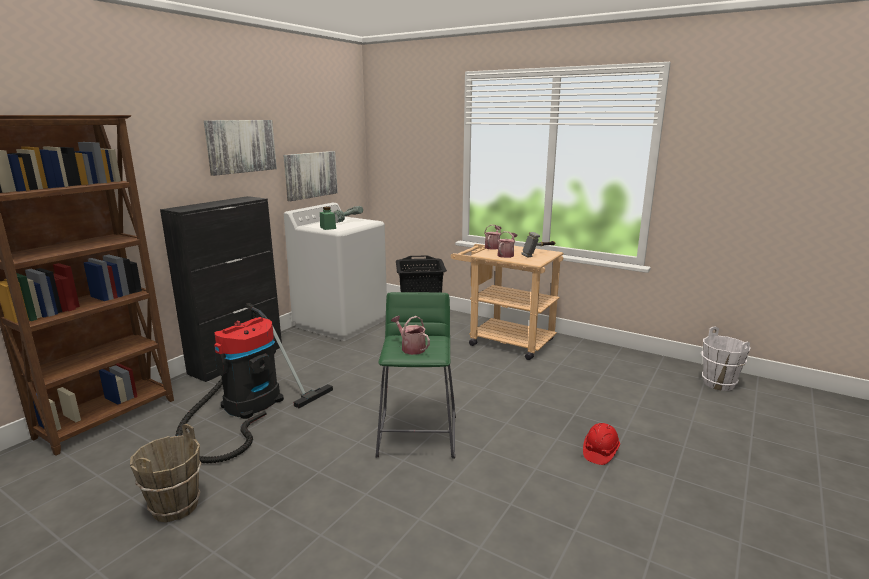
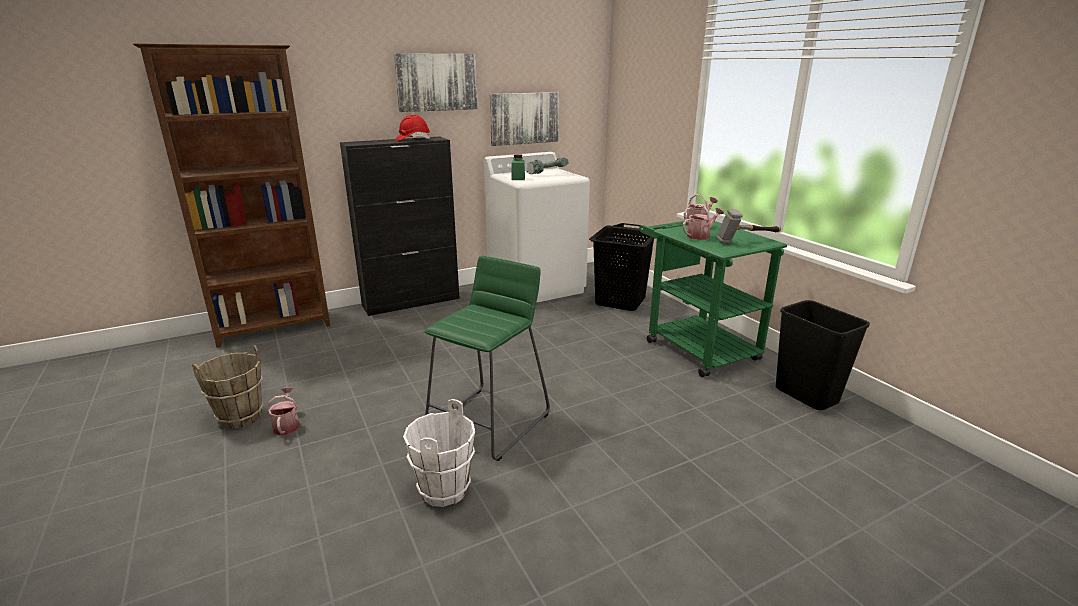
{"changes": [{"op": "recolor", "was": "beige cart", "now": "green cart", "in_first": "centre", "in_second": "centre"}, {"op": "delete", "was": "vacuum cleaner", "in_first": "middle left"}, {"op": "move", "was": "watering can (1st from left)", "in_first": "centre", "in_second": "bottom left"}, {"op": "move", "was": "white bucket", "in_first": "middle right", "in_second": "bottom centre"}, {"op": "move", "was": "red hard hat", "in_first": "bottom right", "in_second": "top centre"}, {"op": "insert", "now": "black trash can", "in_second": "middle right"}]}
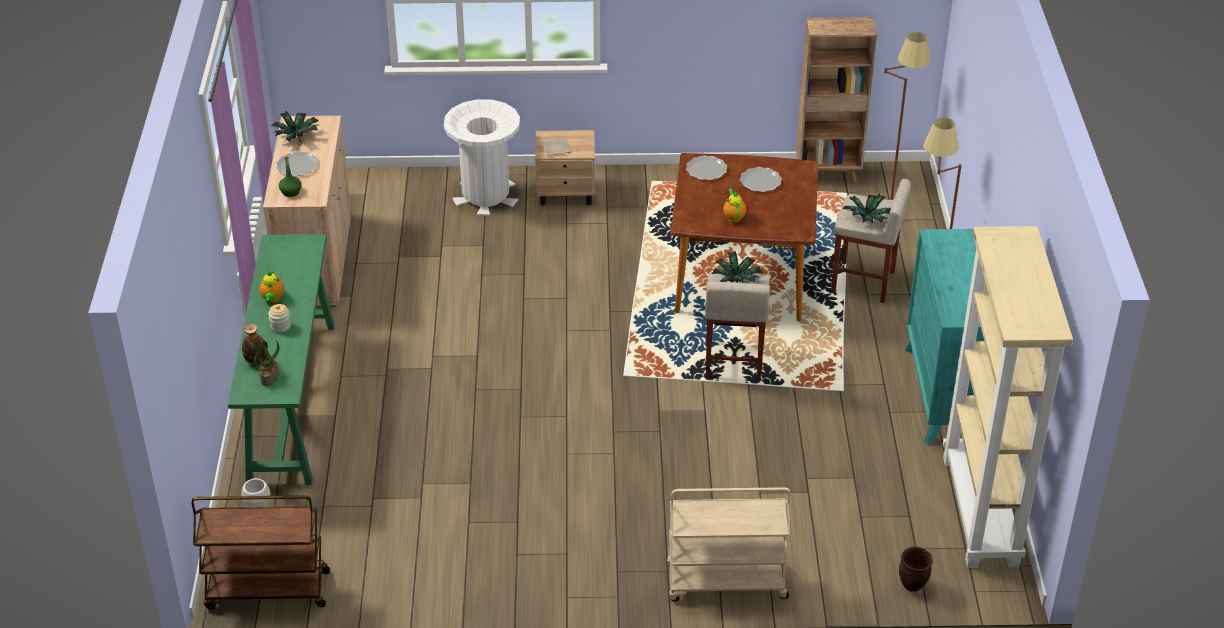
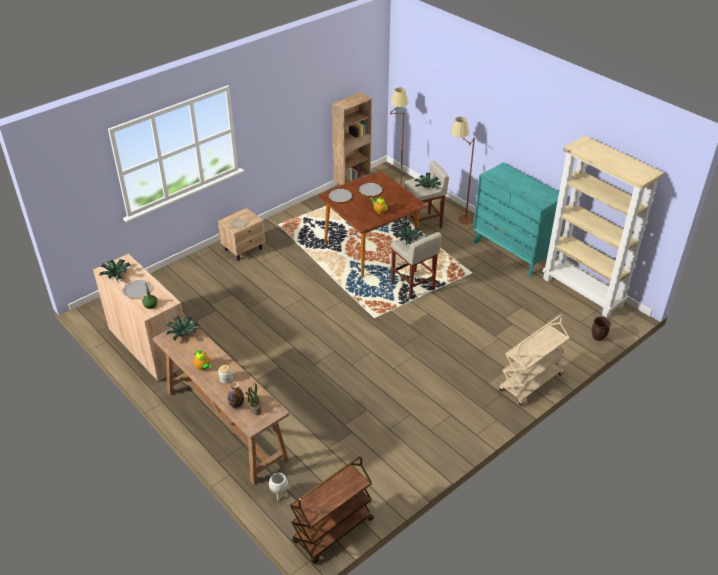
{"changes": [{"op": "delete", "was": "white trash can", "in_first": "top centre"}, {"op": "recolor", "was": "green console table", "now": "brown console table", "in_first": "middle left", "in_second": "bottom left"}, {"op": "insert", "now": "potted plant (2nd from left)", "in_second": "middle left"}]}
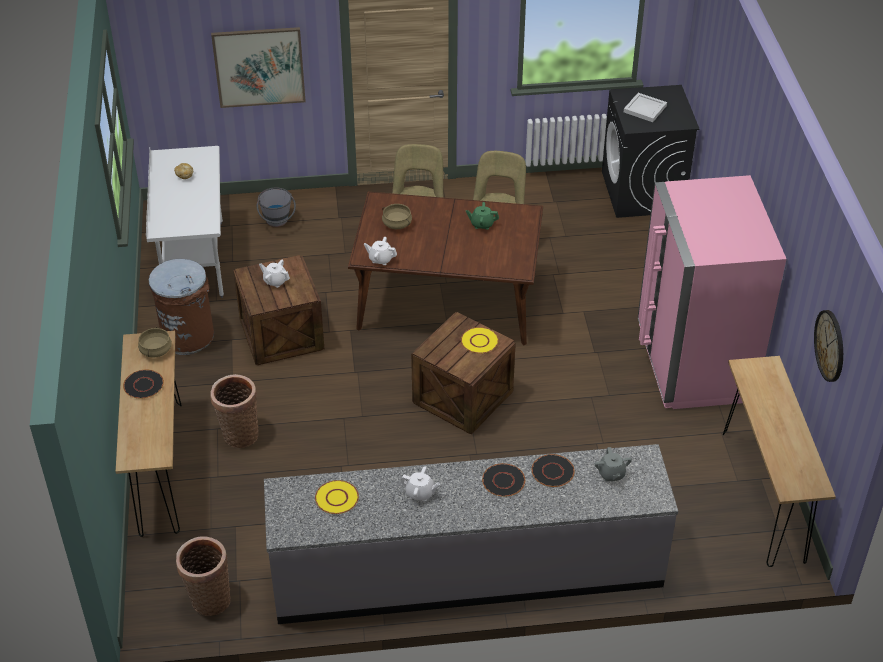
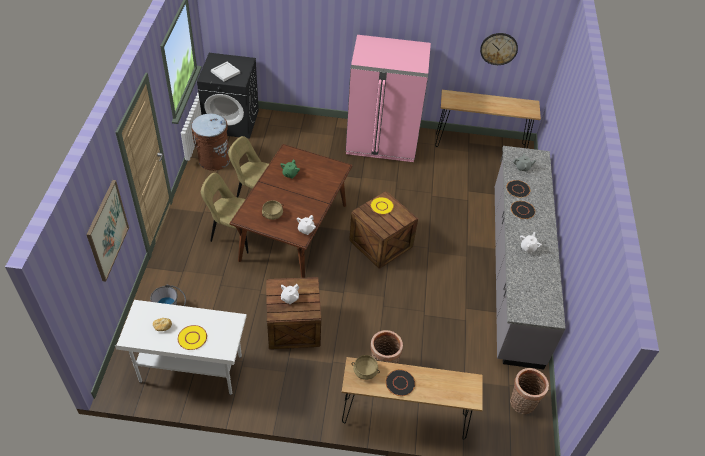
{"changes": [{"op": "move", "was": "brown trash can", "in_first": "middle left", "in_second": "top left"}, {"op": "move", "was": "yellow plate (1st from left)", "in_first": "bottom centre", "in_second": "bottom left"}]}
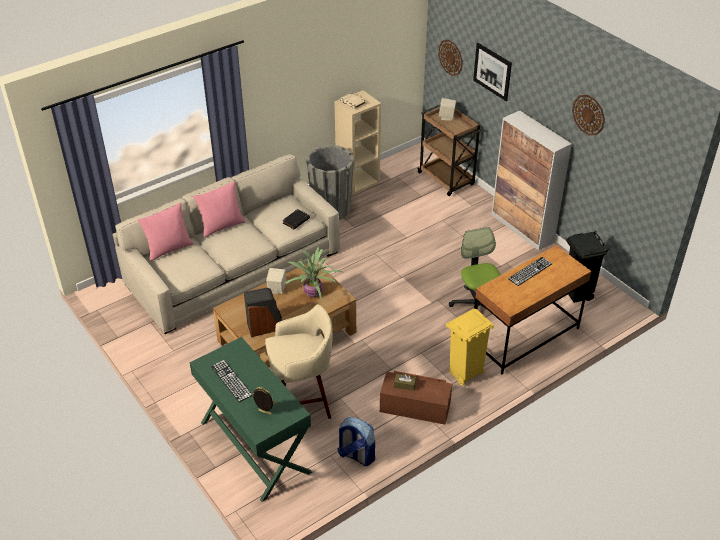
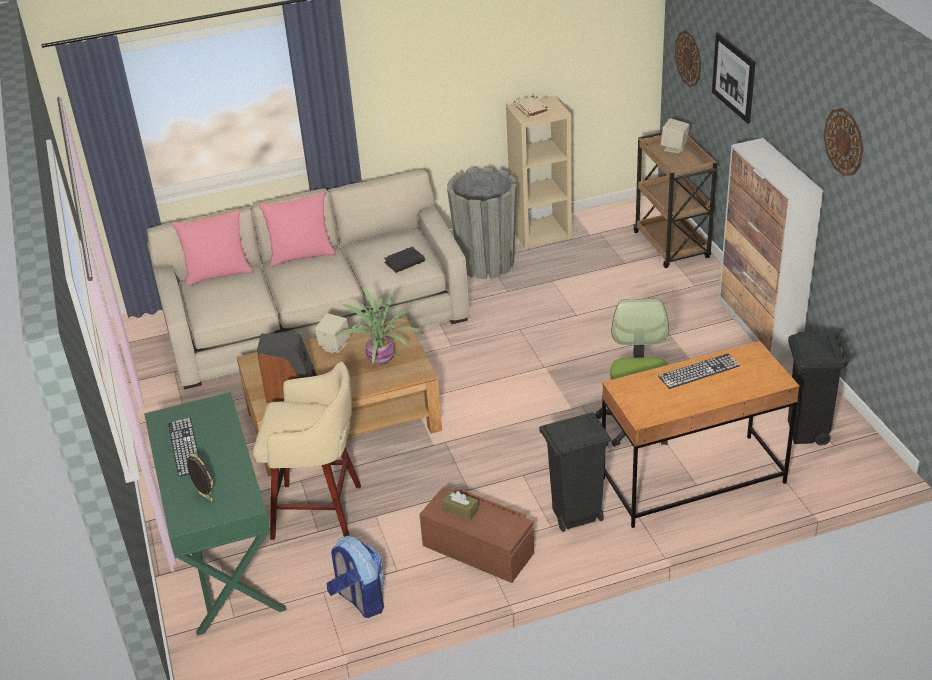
{"changes": [{"op": "recolor", "was": "yellow trash can", "now": "black trash can (1st from left)", "in_first": "centre", "in_second": "bottom centre"}]}
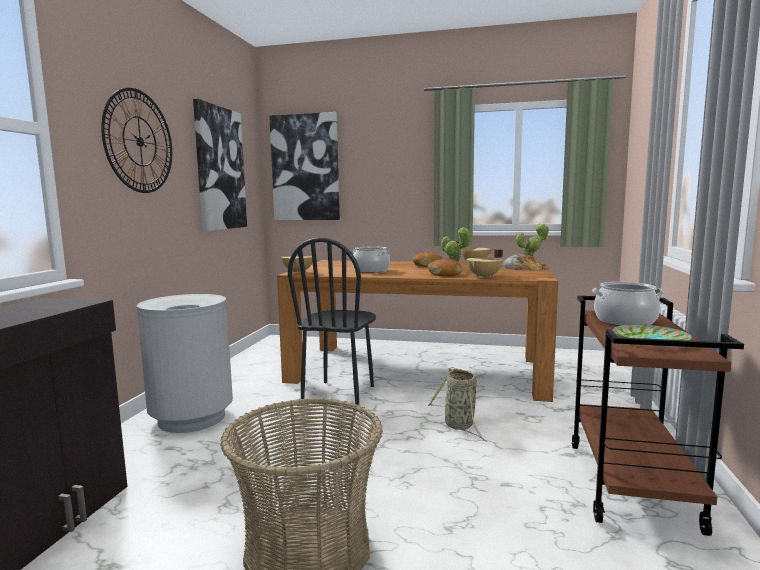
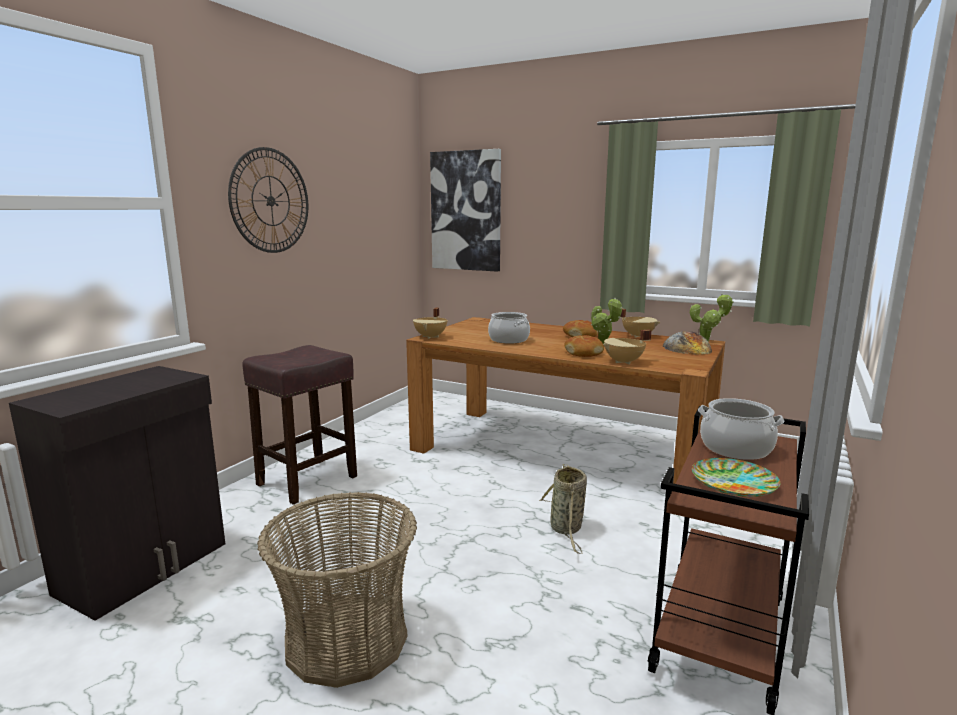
{"changes": [{"op": "delete", "was": "picture (1st from left)", "in_first": "top left"}, {"op": "delete", "was": "black chair", "in_first": "centre"}, {"op": "replace", "was": "grey trash can", "now": "brown stool", "in_first": "middle left", "in_second": "middle left"}]}
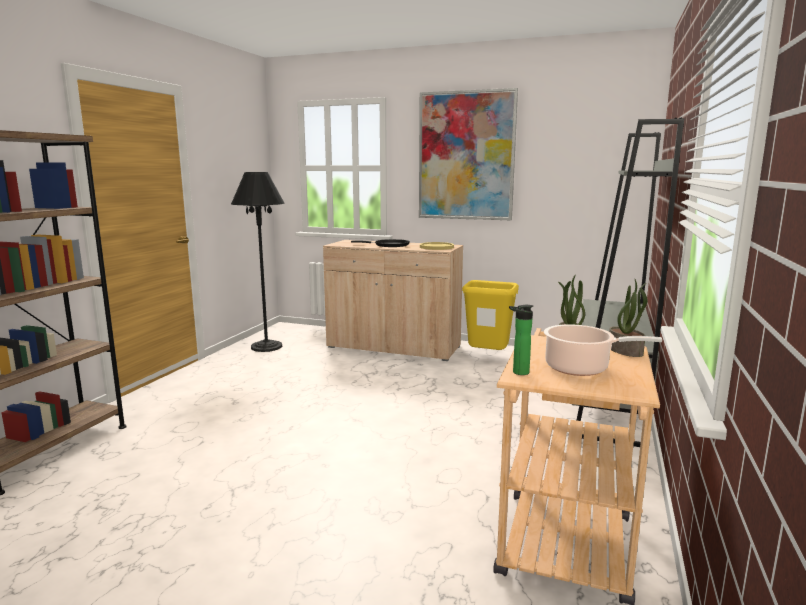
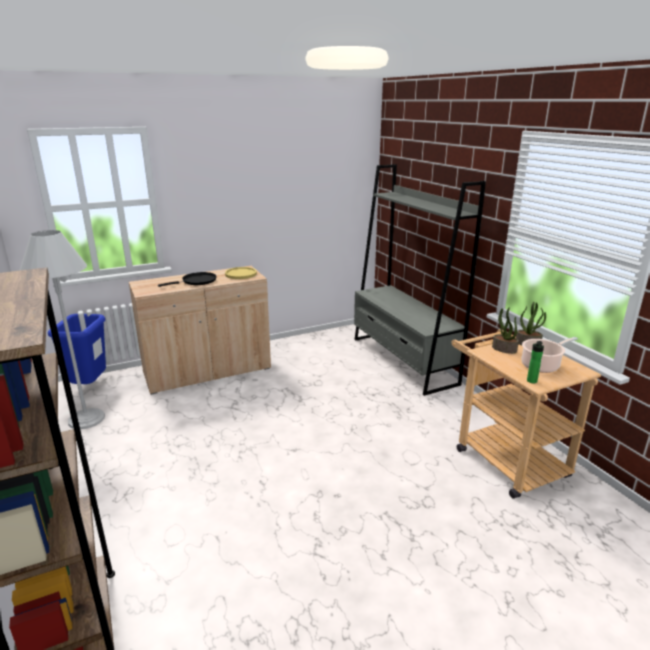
{"changes": [{"op": "delete", "was": "picture", "in_first": "top centre"}, {"op": "recolor", "was": "black floor lamp", "now": "white floor lamp", "in_first": "middle left", "in_second": "middle left"}, {"op": "delete", "was": "yellow trash can", "in_first": "centre"}, {"op": "insert", "now": "blue trash can", "in_second": "middle left"}]}
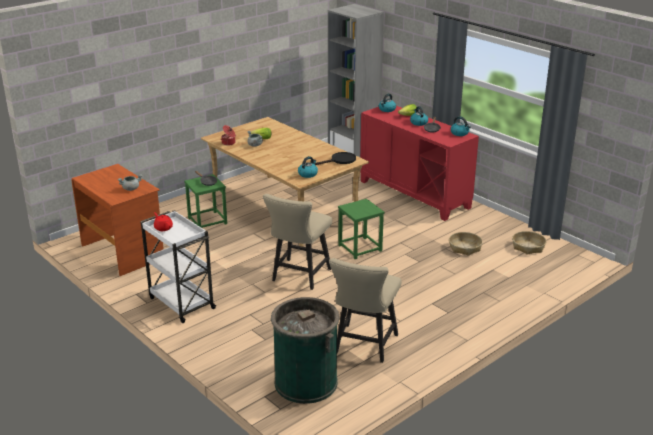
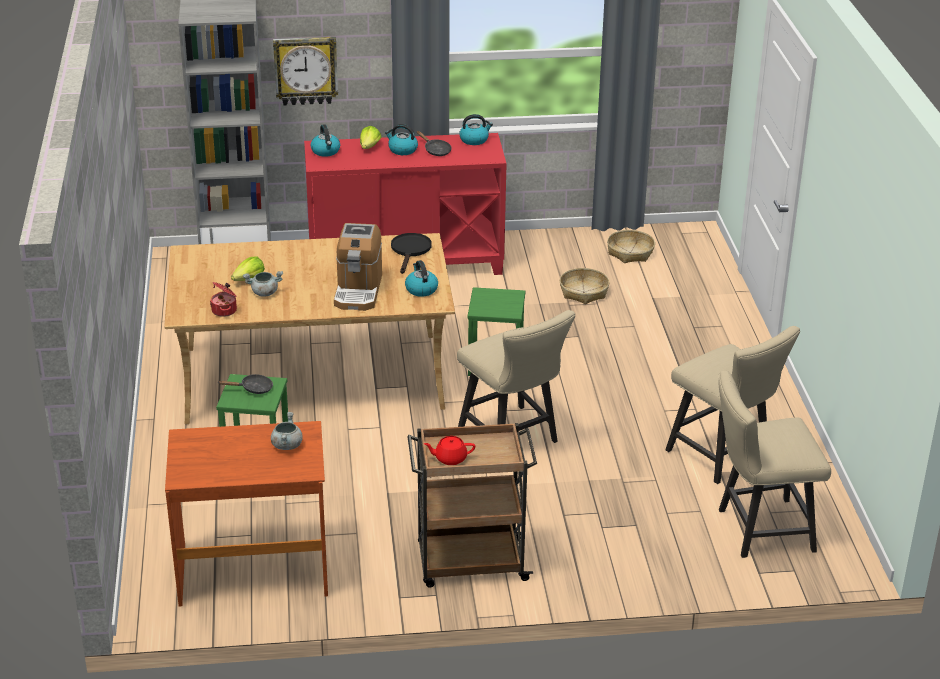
{"changes": [{"op": "recolor", "was": "white cart", "now": "brown cart", "in_first": "middle left", "in_second": "bottom centre"}, {"op": "replace", "was": "green trash can", "now": "beige chair (3rd from left)", "in_first": "bottom centre", "in_second": "bottom right"}, {"op": "insert", "now": "wall clock", "in_second": "top left"}, {"op": "insert", "now": "coffee machine", "in_second": "centre"}]}
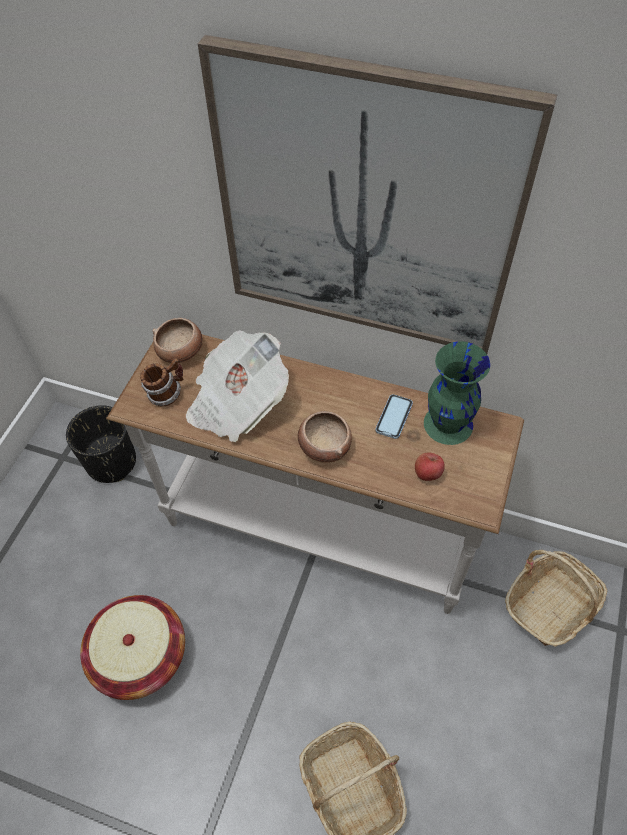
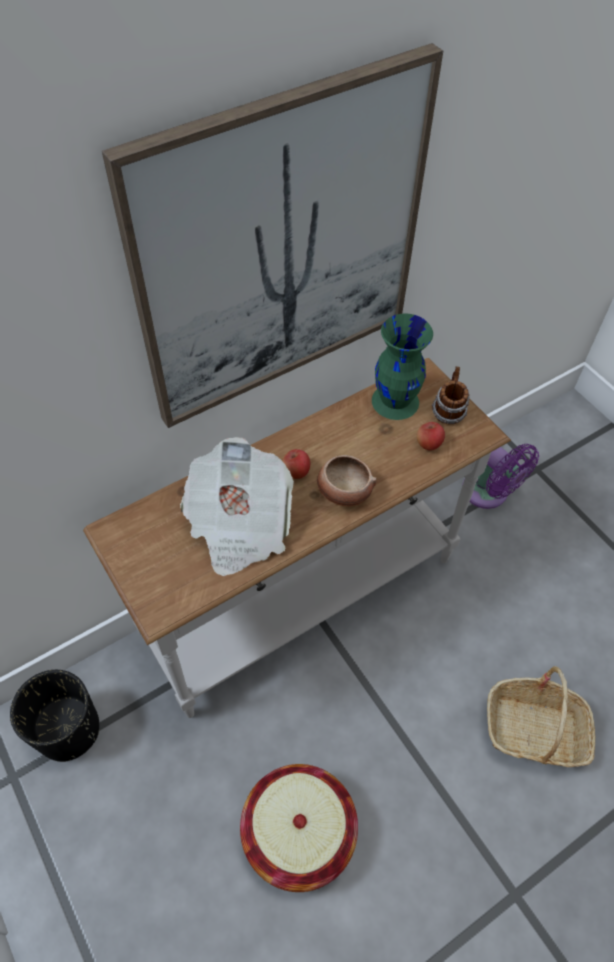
{"changes": [{"op": "delete", "was": "bowl (1st from left)", "in_first": "middle left"}, {"op": "move", "was": "mug", "in_first": "middle left", "in_second": "middle right"}, {"op": "delete", "was": "phone", "in_first": "centre"}, {"op": "replace", "was": "basket (3rd from left)", "now": "purple fan", "in_first": "bottom right", "in_second": "middle right"}, {"op": "insert", "now": "apple (1st from left)", "in_second": "centre"}]}
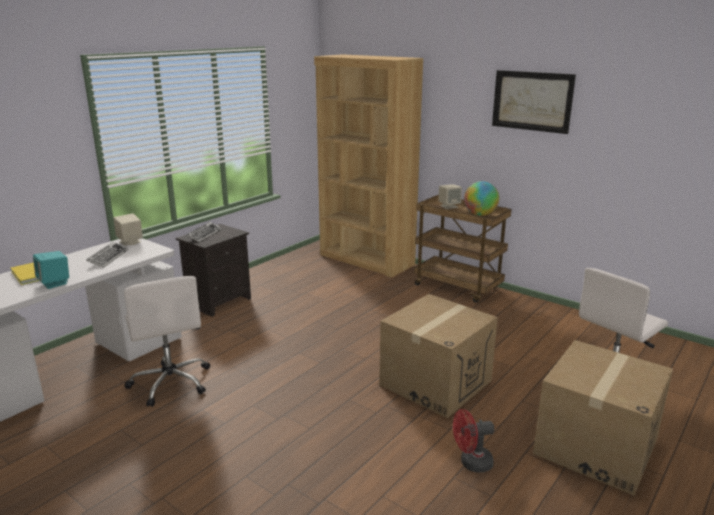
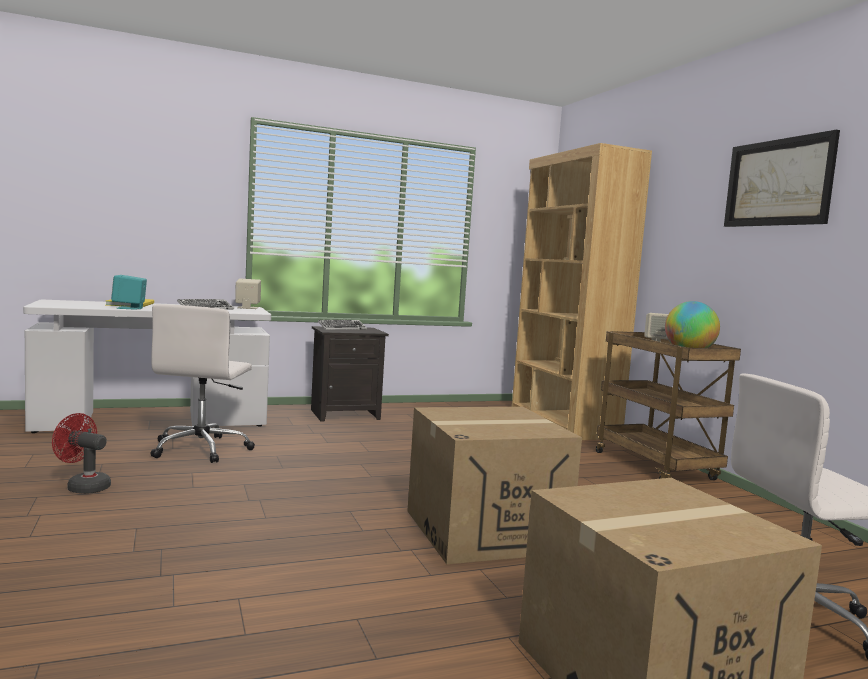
{"changes": [{"op": "move", "was": "red fan", "in_first": "bottom centre", "in_second": "bottom left"}]}
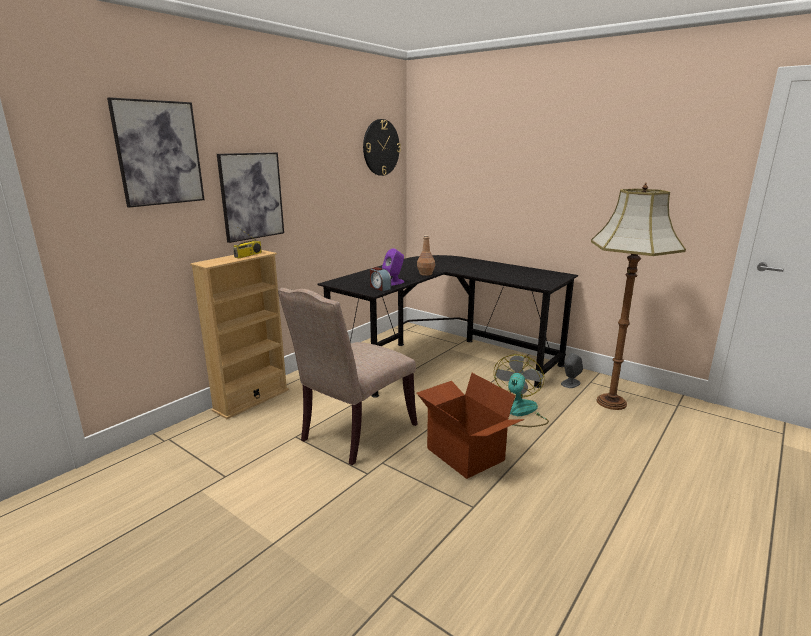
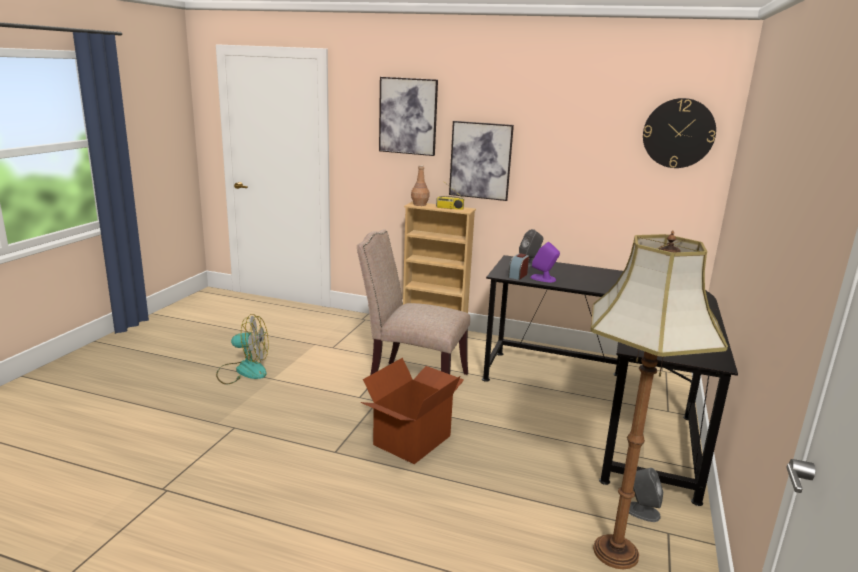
{"changes": [{"op": "move", "was": "brown bottle", "in_first": "centre", "in_second": "top centre"}, {"op": "move", "was": "fan", "in_first": "centre", "in_second": "middle left"}, {"op": "insert", "now": "grey speaker (1st from left)", "in_second": "centre"}]}
